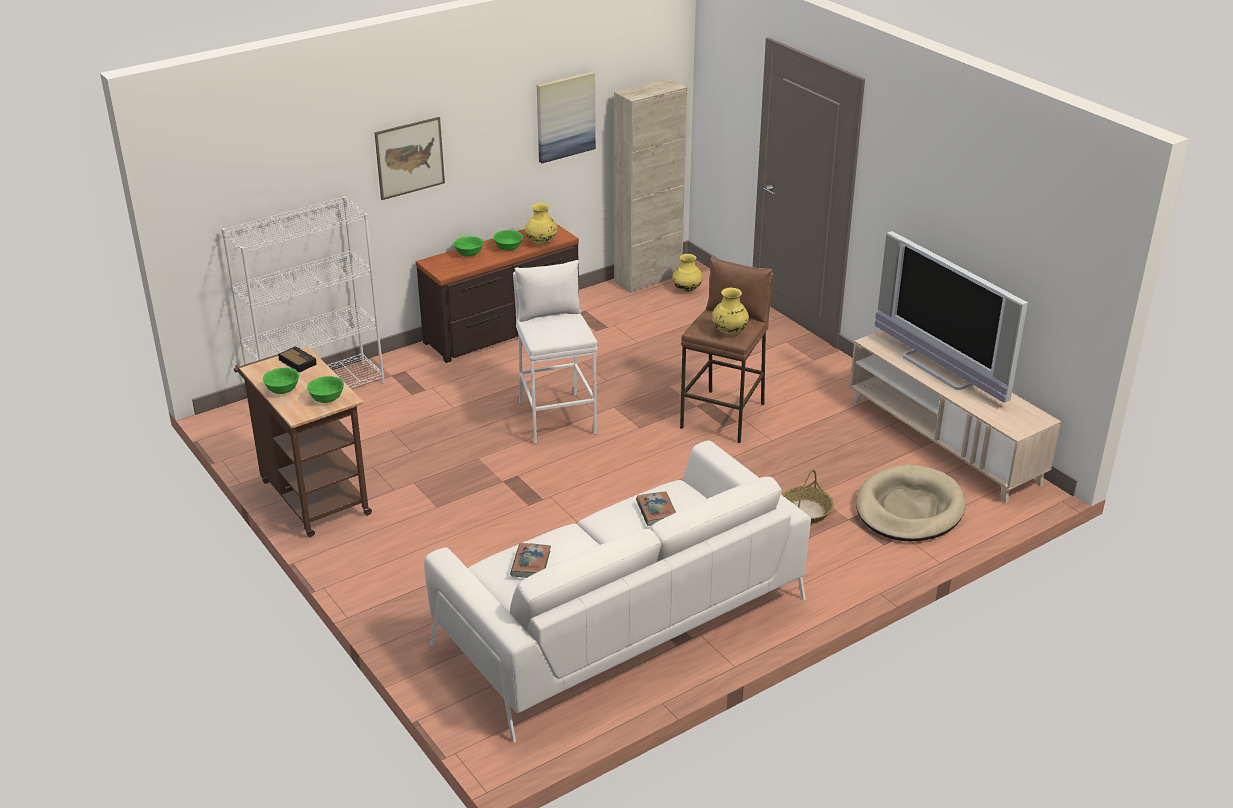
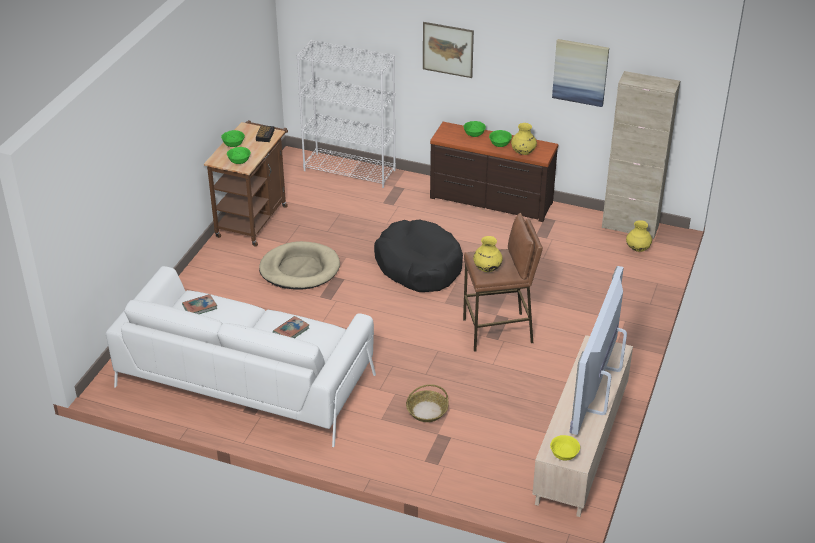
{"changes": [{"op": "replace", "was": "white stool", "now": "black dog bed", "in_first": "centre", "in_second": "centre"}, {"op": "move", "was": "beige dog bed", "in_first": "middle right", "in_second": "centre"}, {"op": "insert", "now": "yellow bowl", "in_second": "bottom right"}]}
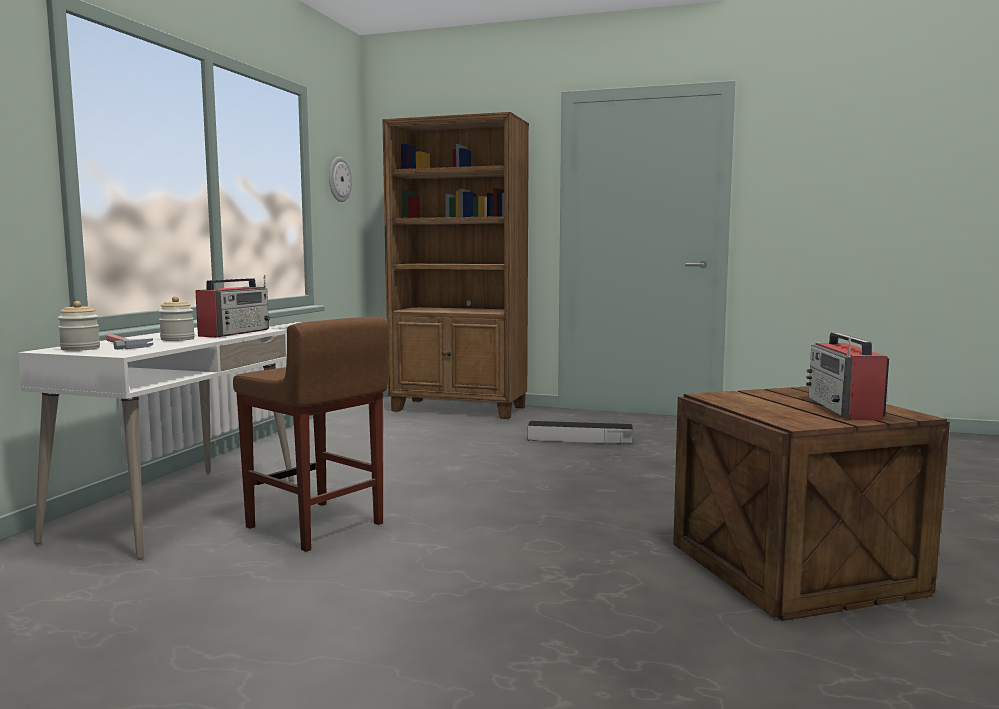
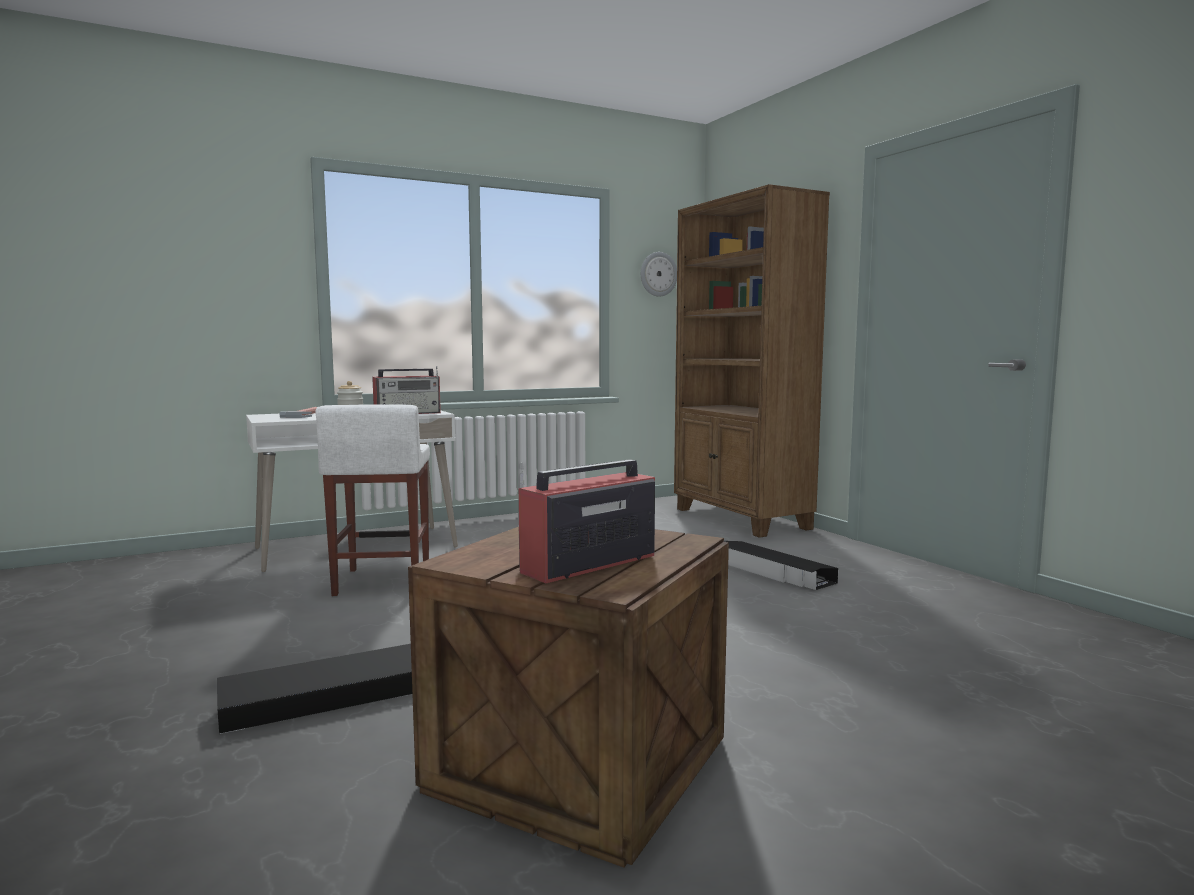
{"changes": [{"op": "delete", "was": "jar (1st from left)", "in_first": "middle left"}, {"op": "recolor", "was": "brown stool", "now": "white stool", "in_first": "middle left", "in_second": "middle left"}, {"op": "insert", "now": "black storage box (1st from left)", "in_second": "bottom left"}]}
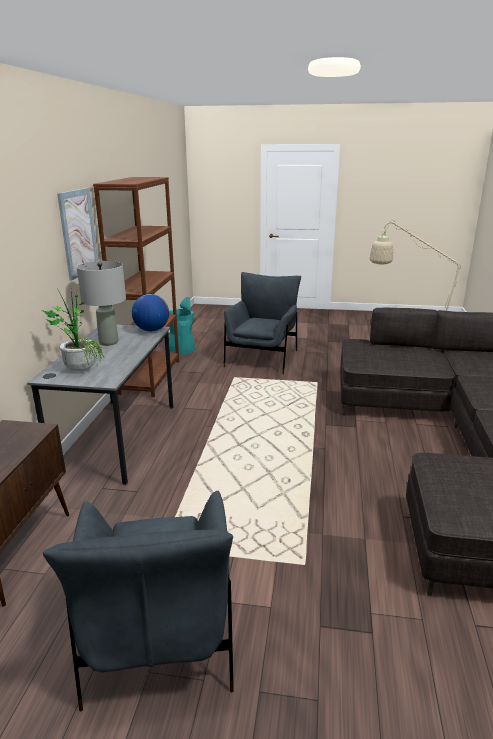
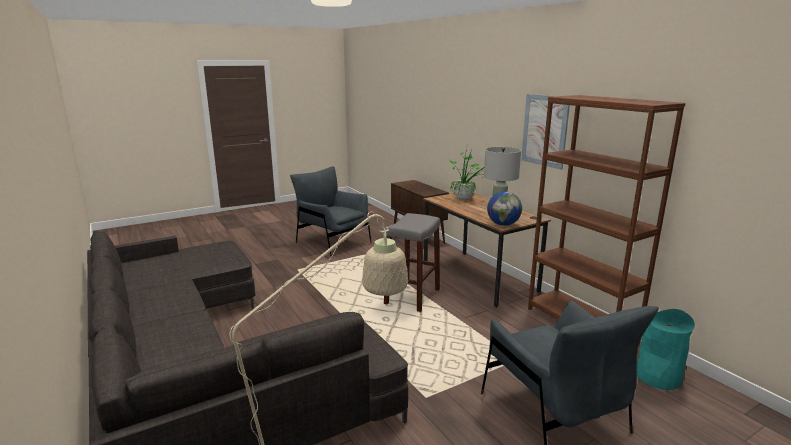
{"changes": [{"op": "recolor", "was": "grey desk", "now": "brown desk", "in_first": "middle left", "in_second": "centre"}, {"op": "insert", "now": "grey stool", "in_second": "centre"}]}
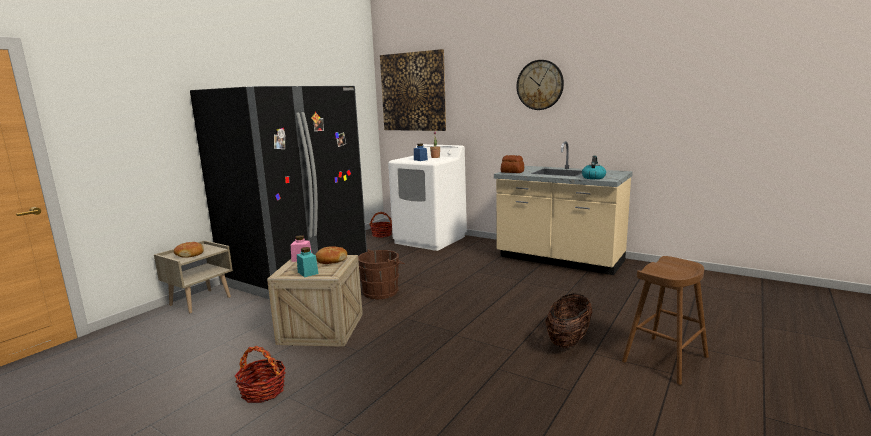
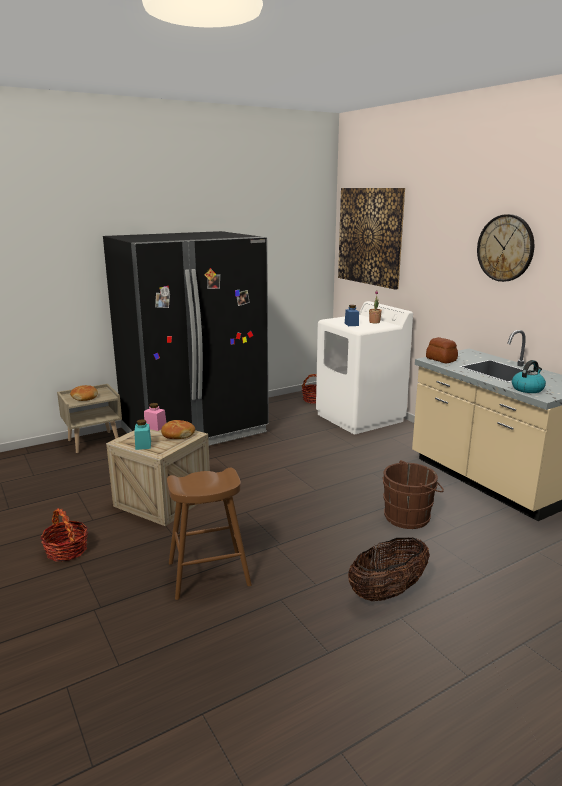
{"changes": [{"op": "move", "was": "brown bucket", "in_first": "centre", "in_second": "middle right"}, {"op": "move", "was": "brown stool", "in_first": "bottom right", "in_second": "bottom centre"}]}
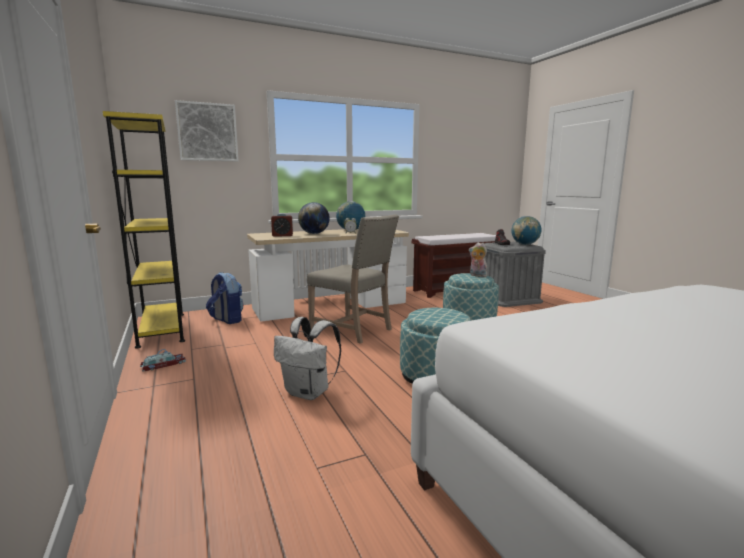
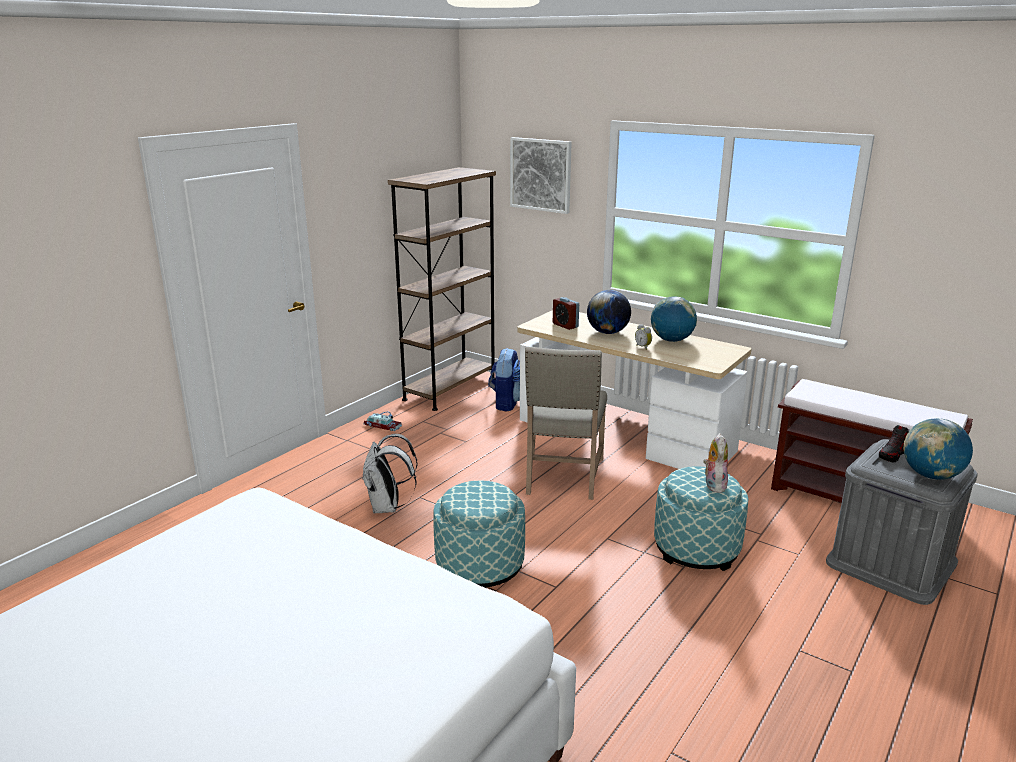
{"changes": [{"op": "recolor", "was": "yellow bookcase", "now": "brown bookcase", "in_first": "middle left", "in_second": "centre"}]}
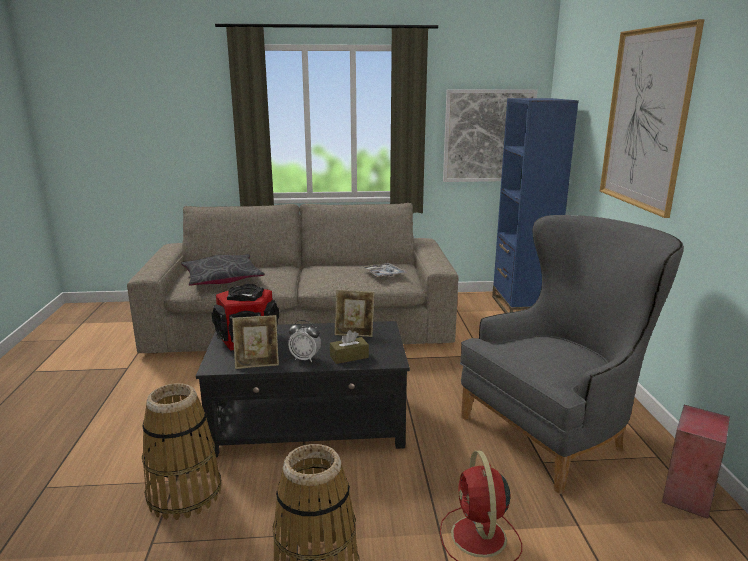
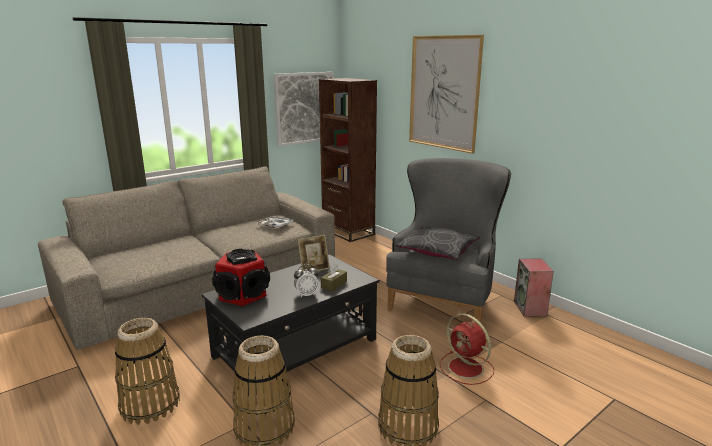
{"changes": [{"op": "recolor", "was": "blue bookcase", "now": "brown bookcase", "in_first": "middle right", "in_second": "centre"}, {"op": "move", "was": "grey pillow", "in_first": "middle left", "in_second": "centre"}, {"op": "delete", "was": "picture frame (1st from left)", "in_first": "centre"}, {"op": "insert", "now": "basket (1st from left)", "in_second": "bottom left"}]}
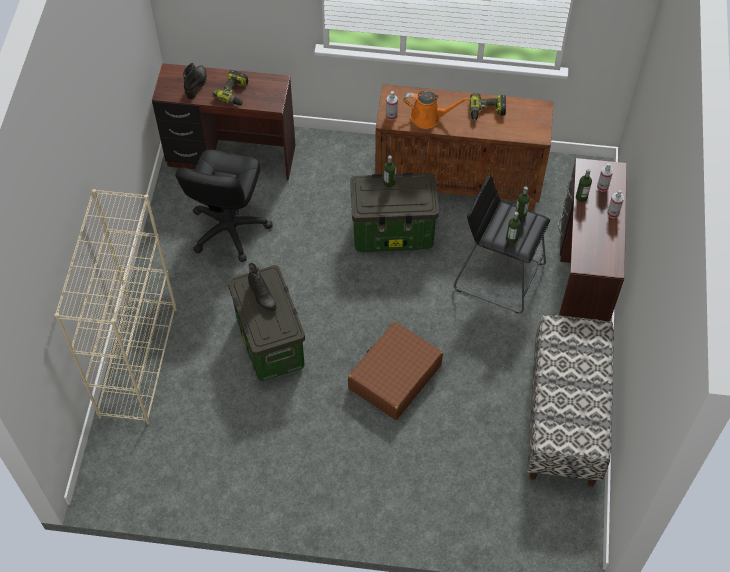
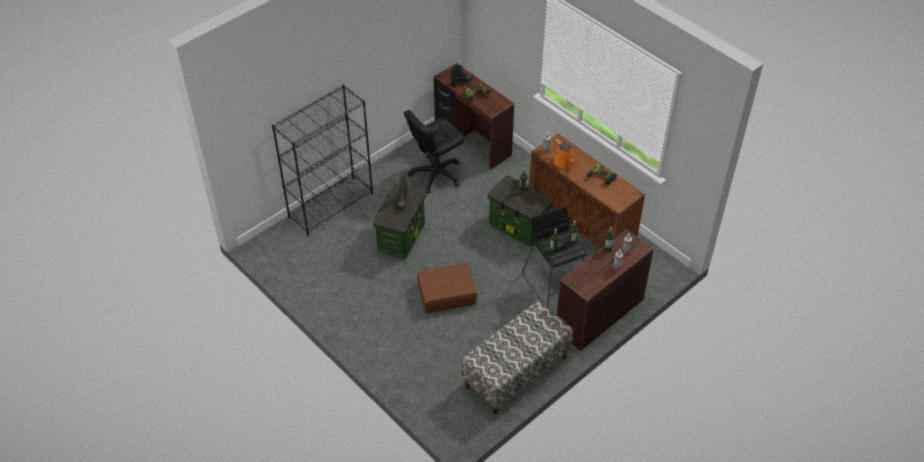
{"changes": [{"op": "recolor", "was": "beige bookcase", "now": "black bookcase", "in_first": "middle left", "in_second": "centre"}]}
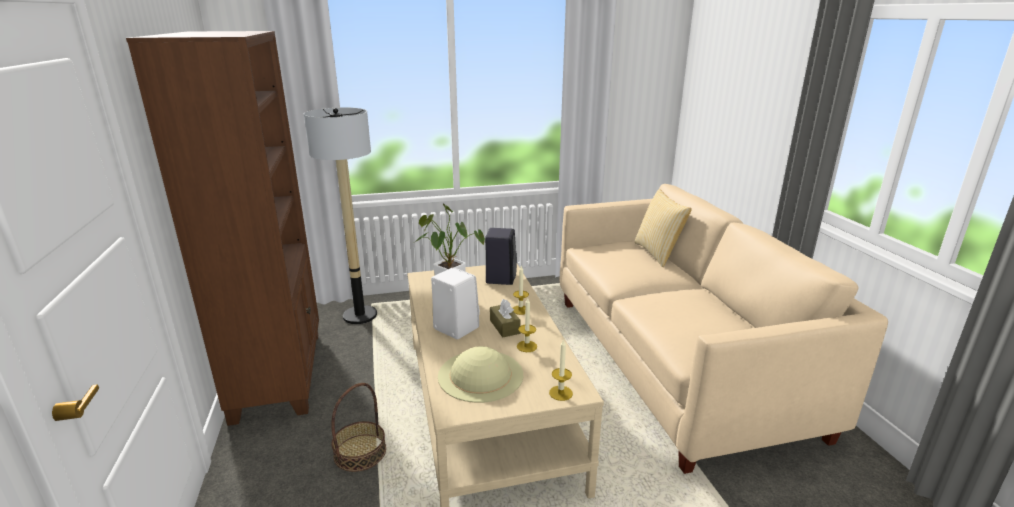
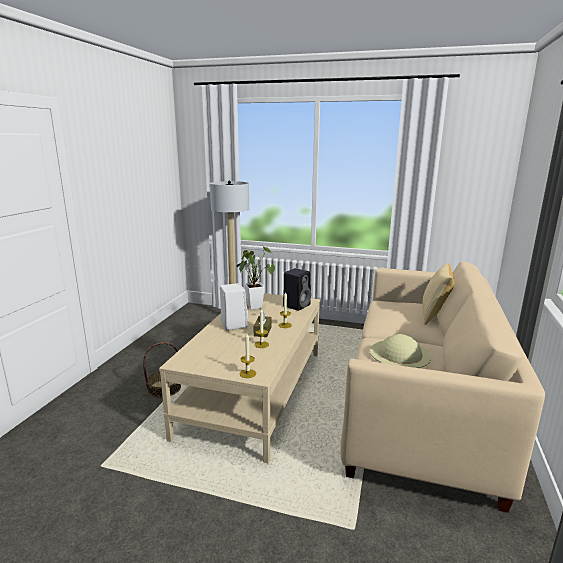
{"changes": [{"op": "delete", "was": "brown bookcase", "in_first": "middle left"}, {"op": "move", "was": "beige hat", "in_first": "bottom centre", "in_second": "middle right"}]}
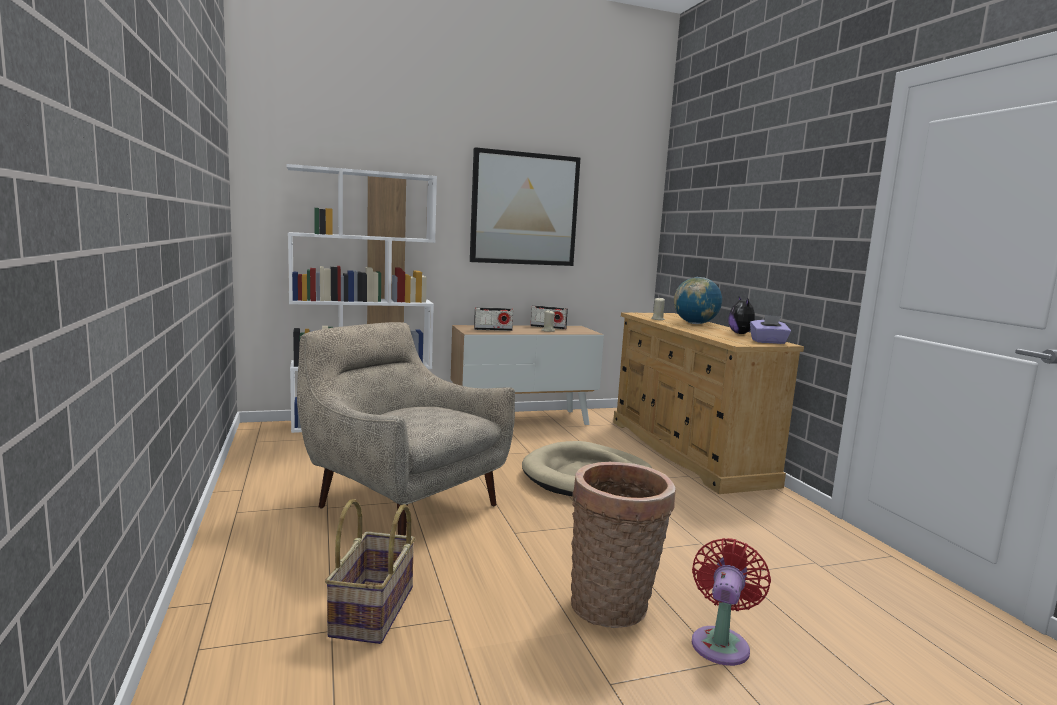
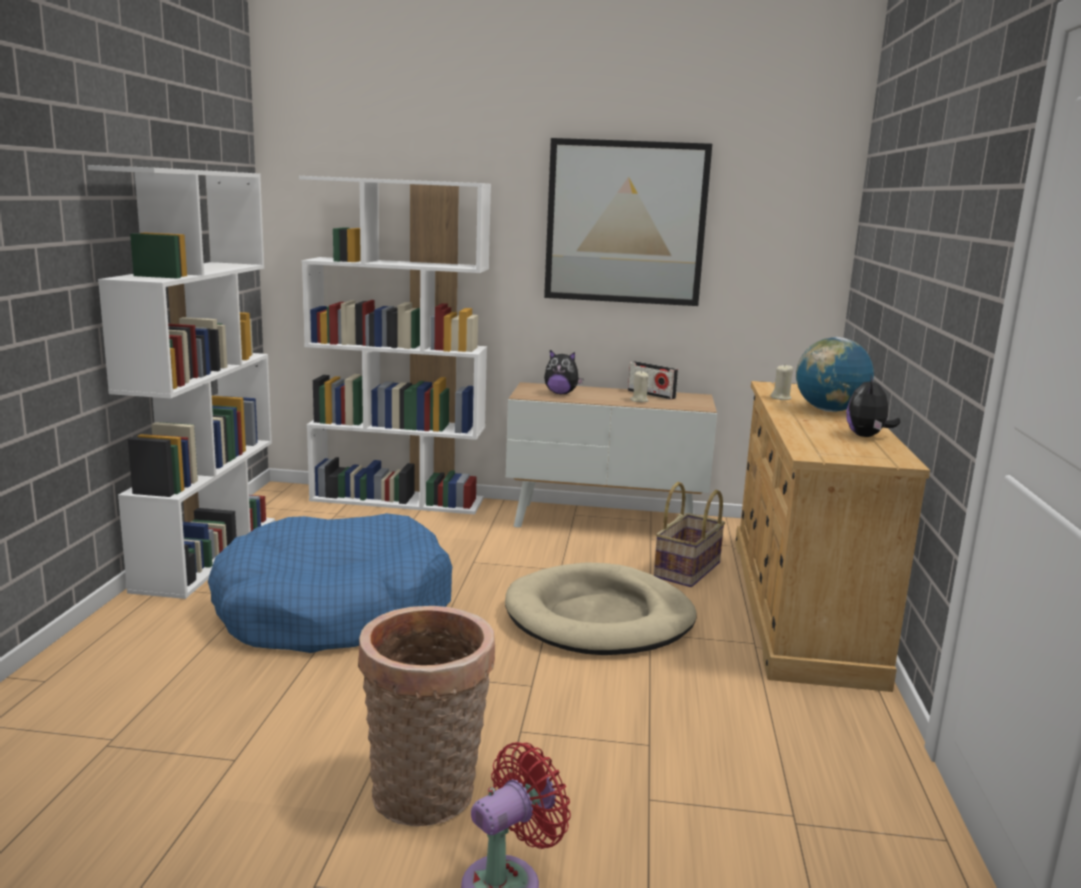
{"changes": [{"op": "replace", "was": "radio (1st from left)", "now": "plush toy (1st from left)", "in_first": "centre", "in_second": "centre"}, {"op": "delete", "was": "purple tissue box", "in_first": "middle right"}, {"op": "replace", "was": "beige armchair", "now": "blue dog bed", "in_first": "centre", "in_second": "middle left"}, {"op": "move", "was": "basket (1st from left in the first image)", "now": "basket (2nd from left)", "in_first": "bottom centre", "in_second": "centre"}, {"op": "insert", "now": "white bookcase (1st from left)", "in_second": "middle left"}]}
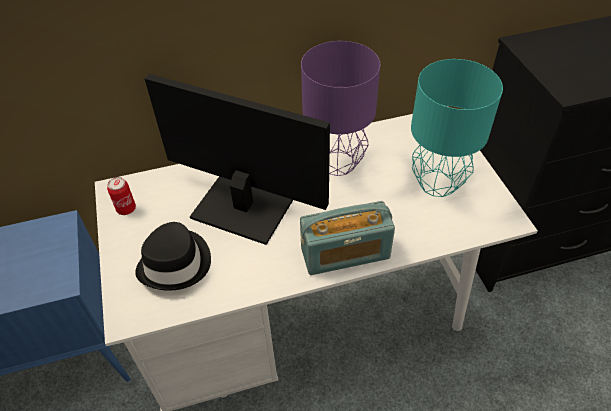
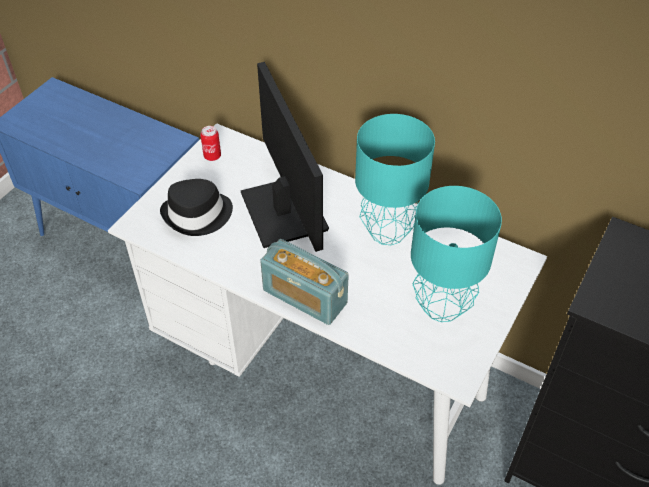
{"changes": [{"op": "recolor", "was": "purple table lamp", "now": "turquoise table lamp (1st from left)", "in_first": "top centre", "in_second": "centre"}]}
